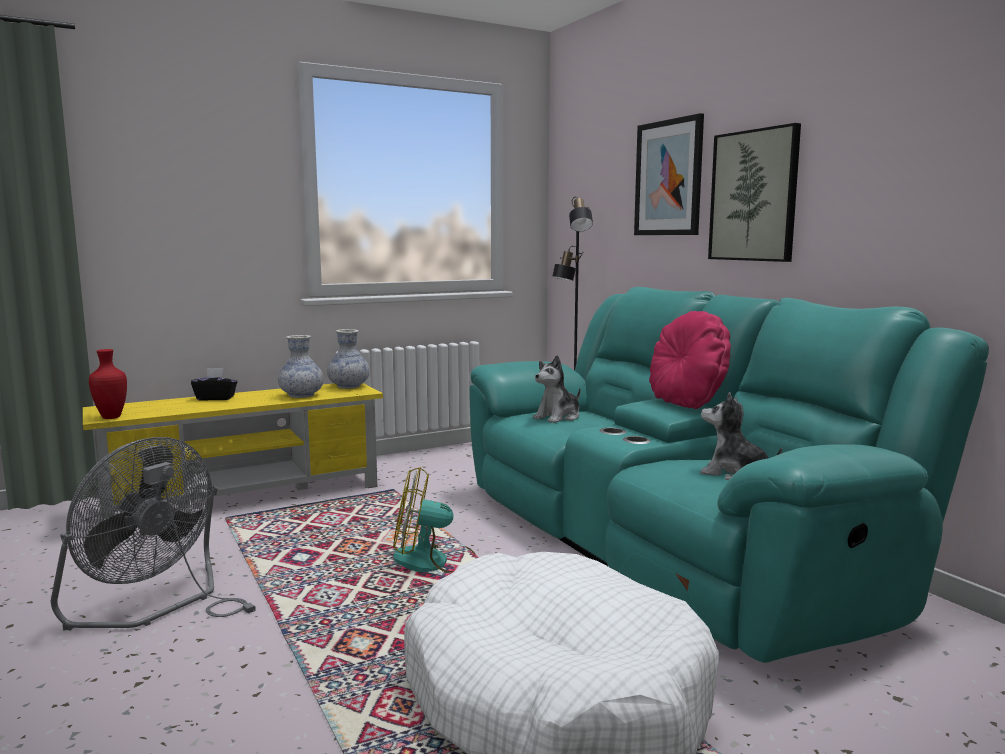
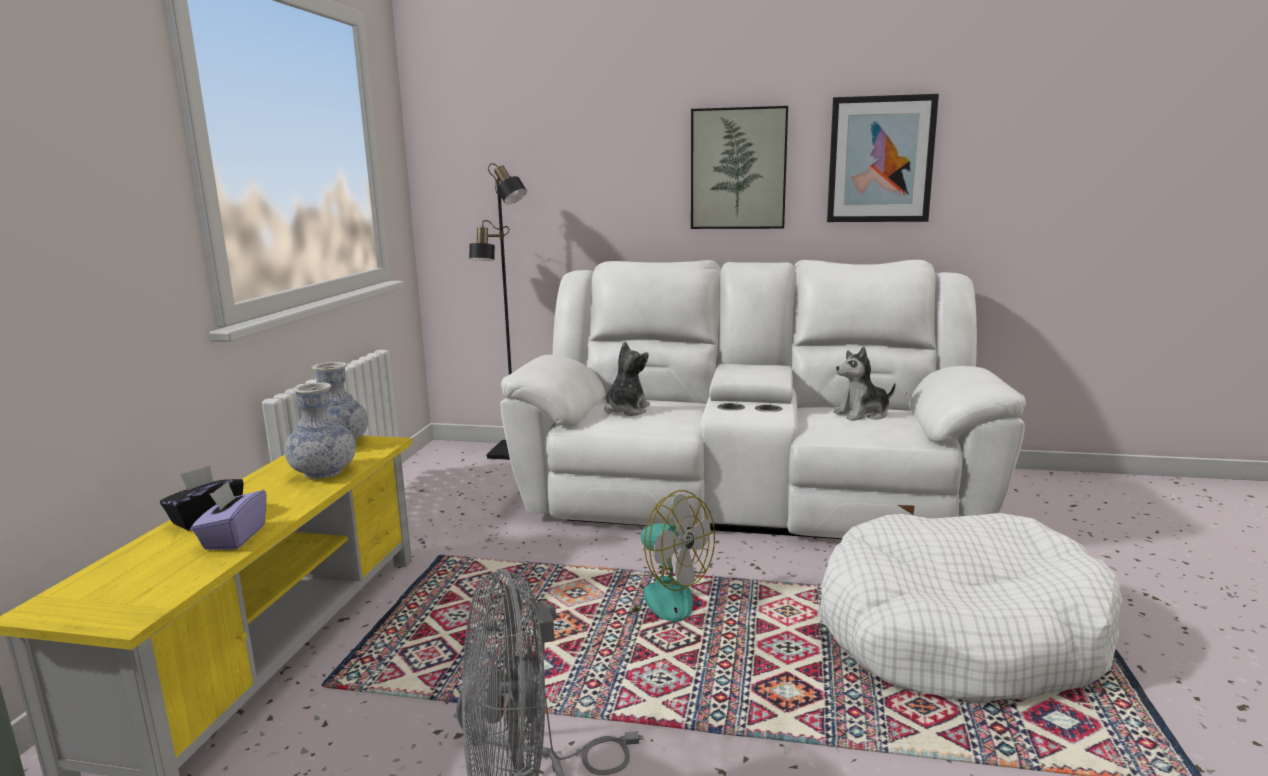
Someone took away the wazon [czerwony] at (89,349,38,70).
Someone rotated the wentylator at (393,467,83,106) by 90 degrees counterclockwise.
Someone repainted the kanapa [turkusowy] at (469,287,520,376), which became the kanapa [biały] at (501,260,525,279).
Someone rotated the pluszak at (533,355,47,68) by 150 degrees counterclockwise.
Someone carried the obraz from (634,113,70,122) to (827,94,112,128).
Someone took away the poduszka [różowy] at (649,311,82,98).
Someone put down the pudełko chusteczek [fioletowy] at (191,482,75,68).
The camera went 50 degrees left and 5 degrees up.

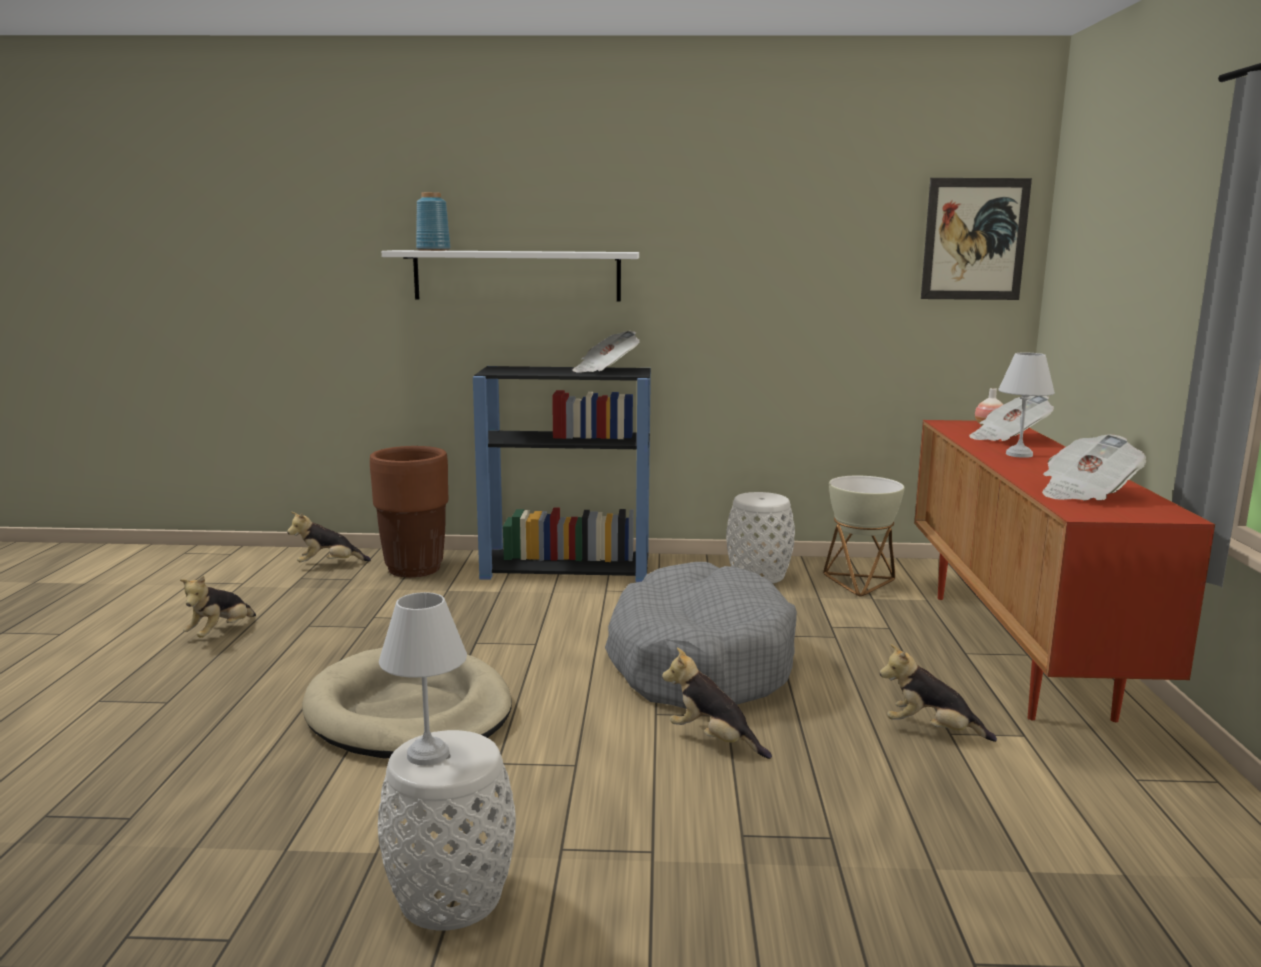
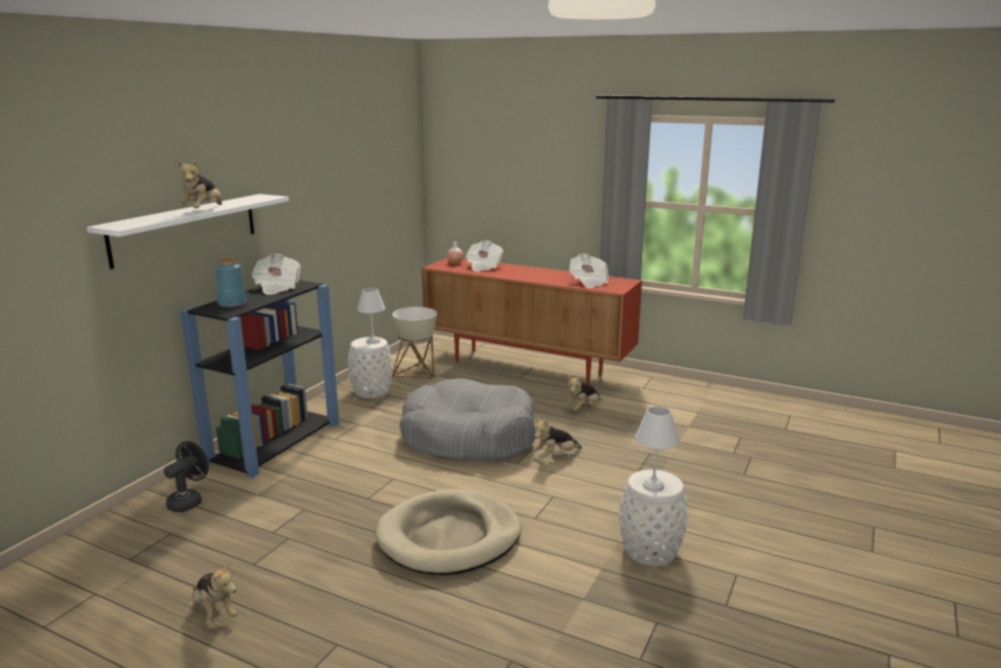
Someone carried the pluszak from (287,512,84,50) to (178,159,44,49).
Someone swapped the donica [brązowy] at (370,446,78,131) for the wentylator [czarny] at (164,441,45,71).
Someone carried the wazon [niebieski] from (416,192,35,59) to (215,258,32,49).
Someone took away the obraz at (921,178,111,122).
Someone carried the lampa stołowa [biały] from (998,353,57,105) to (357,288,28,56).
The camera went 65 degrees left and 5 degrees up.

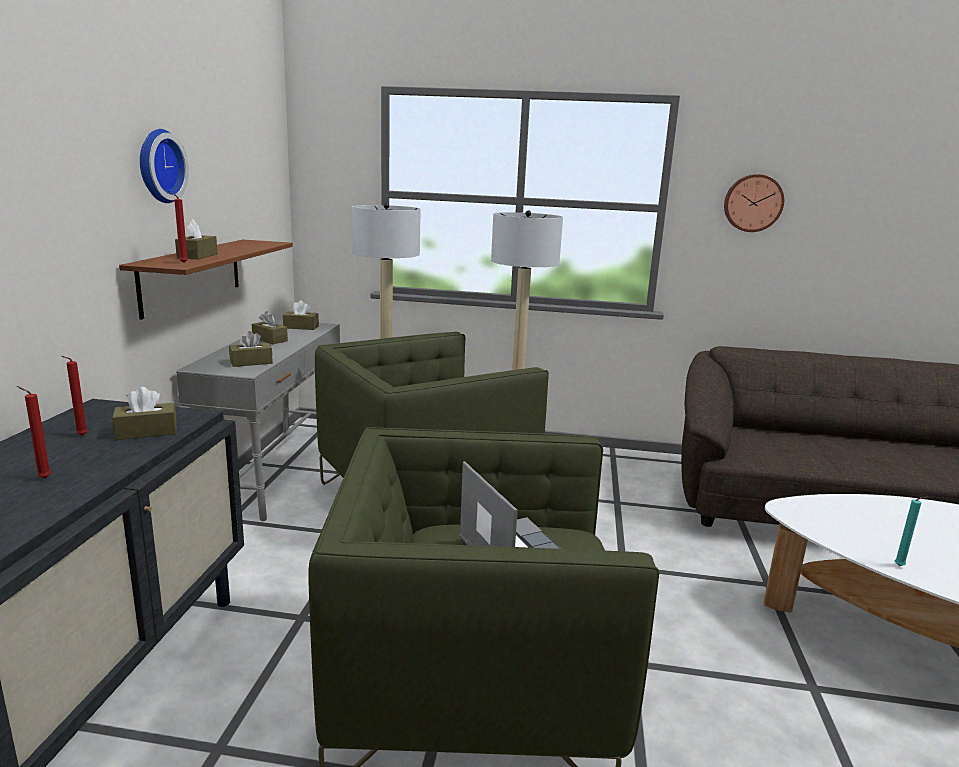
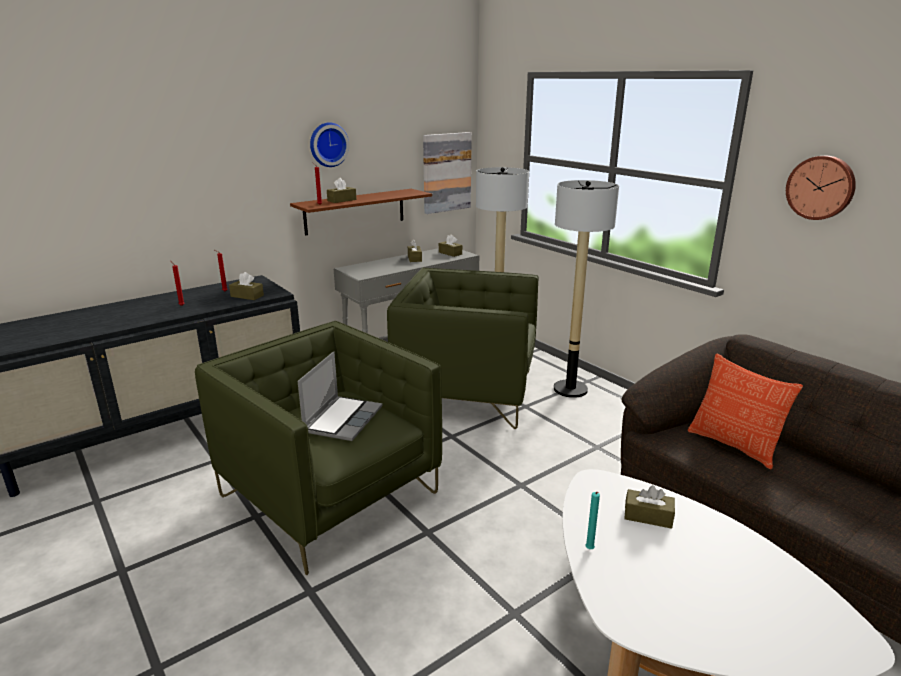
Someone carried the pudełko chusteczek [brązowy] from (229,331,44,36) to (624,485,51,44).
Someone put up the obraz at (423,132,49,82).
Someone put down the poduszka [pomarańczowy] at (688,353,115,116).
The camera went 45 degrees right and 5 degrees up.

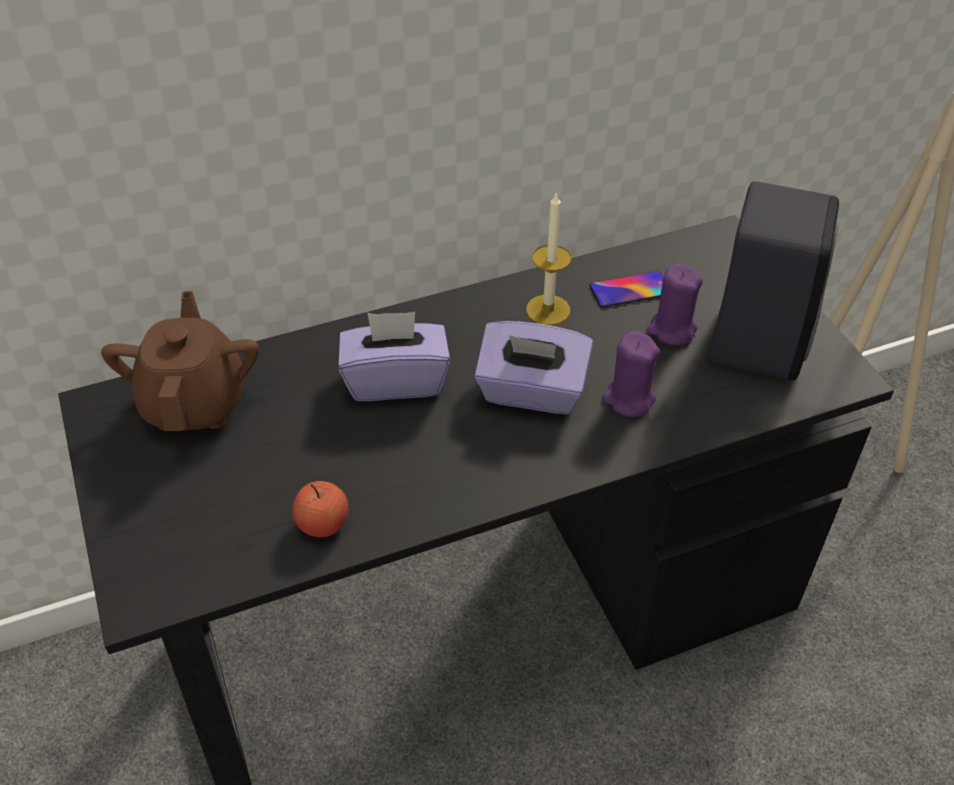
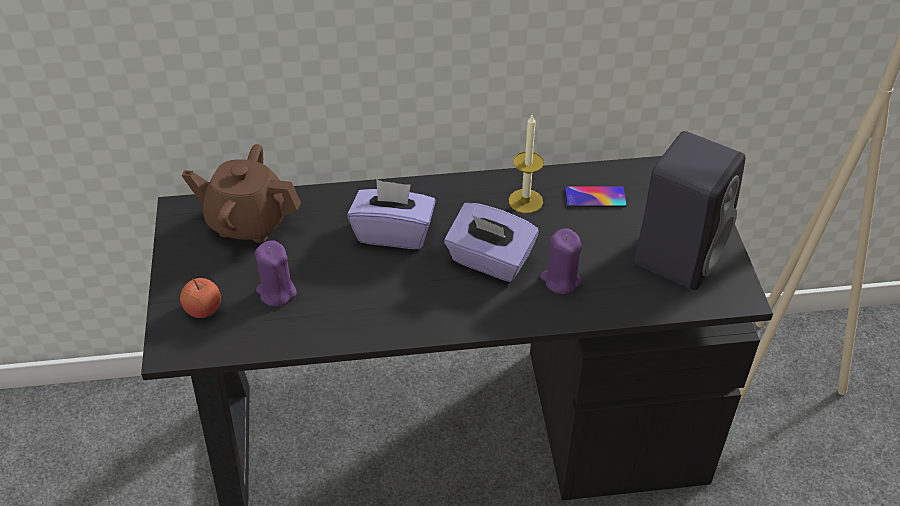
Someone rotated the imbryk [brązowy] at (101,291,158,140) by 90 degrees counterclockwise.
Someone carried the jabłko from (292,481,56,56) to (180,278,41,40).
Someone carried the świeca [fioletowy] from (647,263,56,82) to (255,240,42,66).
The camera went 15 degrees right and 0 degrees up.

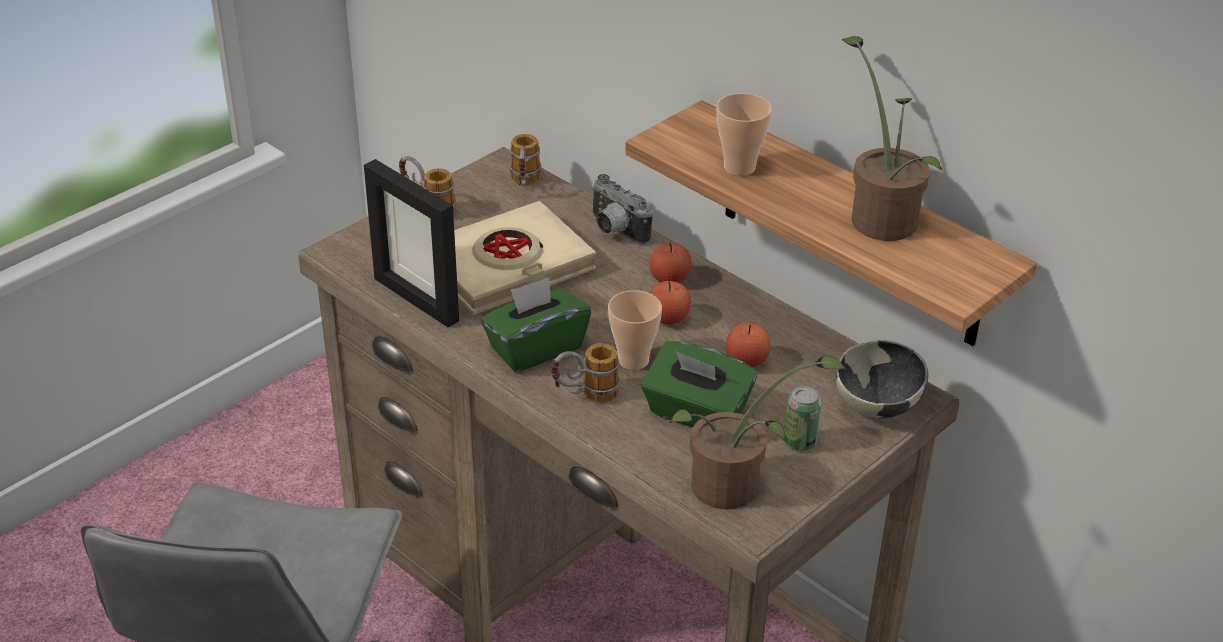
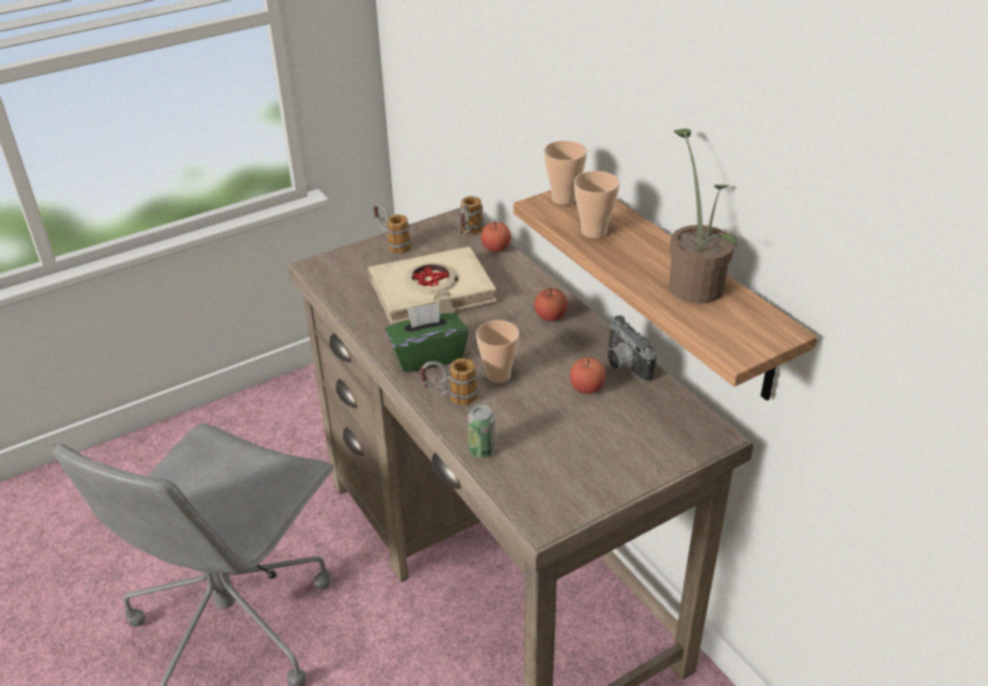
Someone took away the ramka na zdjęcie at (364,159,95,169).
Someone carried the aparat fotograficzny from (591,174,62,71) to (607,316,50,66).
Someone took away the pudełko chusteczek [zielony] at (641,341,116,87).
Someone carried the jabłko from (650,281,41,44) to (481,221,30,31).
Someone took away the roślina doniczkowa at (670,355,177,155).
Someone carried the puszka from (784,386,38,65) to (467,405,29,53).
Someone took away the miska at (835,340,93,78).
Someone put down the filiżanka at (544,141,43,64).
The camera went 15 degrees right and 0 degrees up.

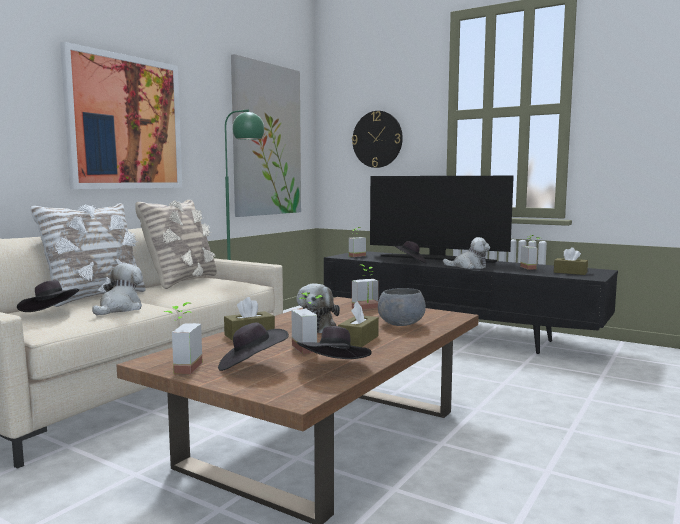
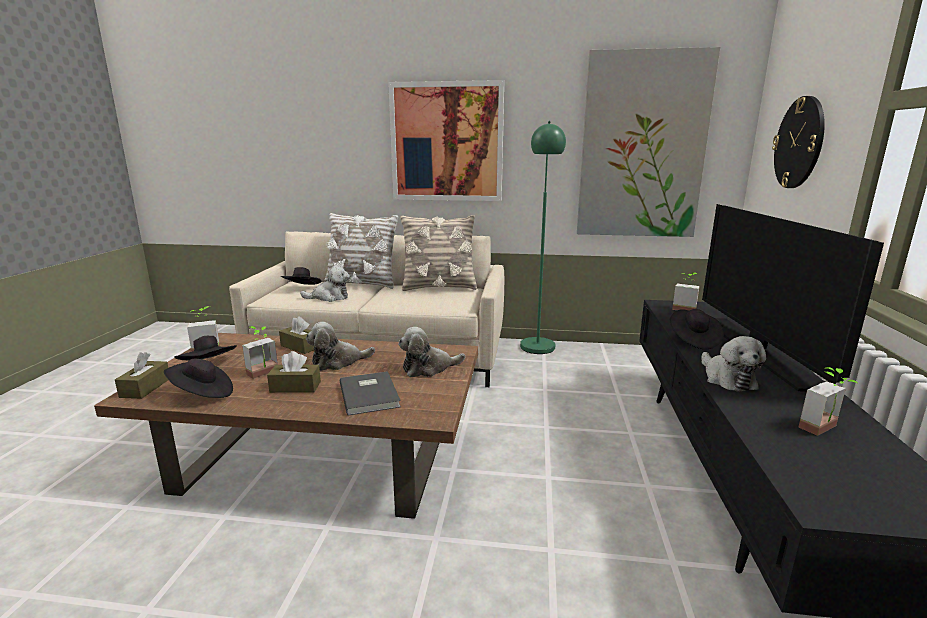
Someone swapped the roślina doniczkowa at (352,264,27,46) for the pluszak at (398,327,67,50).
Someone swapped the miska [szary] at (378,288,48,38) for the książka [szary] at (340,371,61,45).
Someone carried the pudełko chusteczek [brązowy] from (554,247,34,28) to (115,352,53,47).
The camera went 65 degrees right and 10 degrees up.

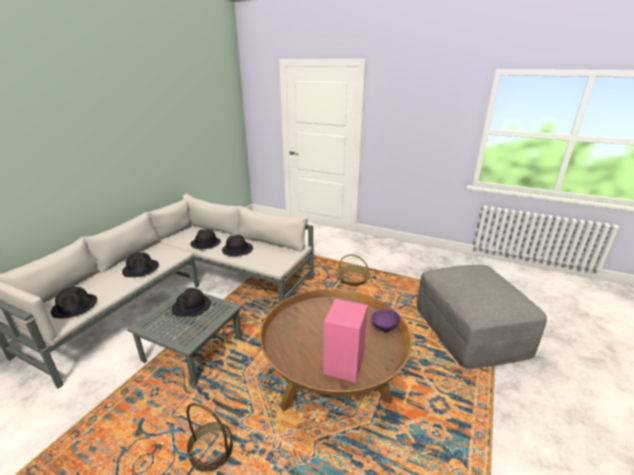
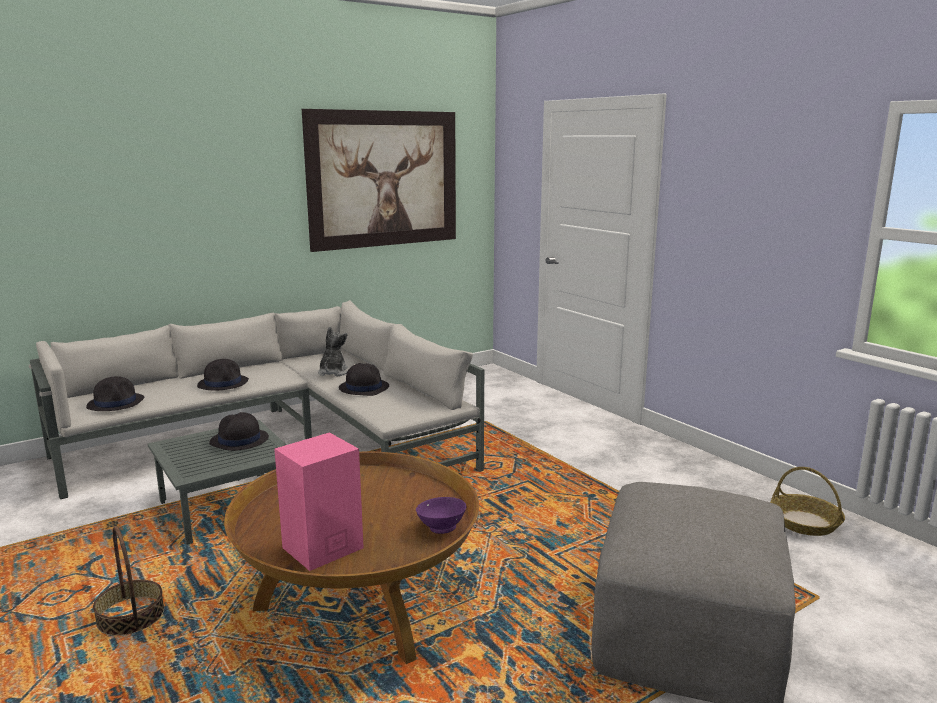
Someone swapped the kapelusz [czarny] at (190,229,31,20) for the pluszak at (318,326,30,50).
Someone carried the koszyk from (337,254,33,32) to (770,467,75,69).
Someone put up the obraz at (302,109,154,143).
The camera went 30 degrees right and 10 degrees down.

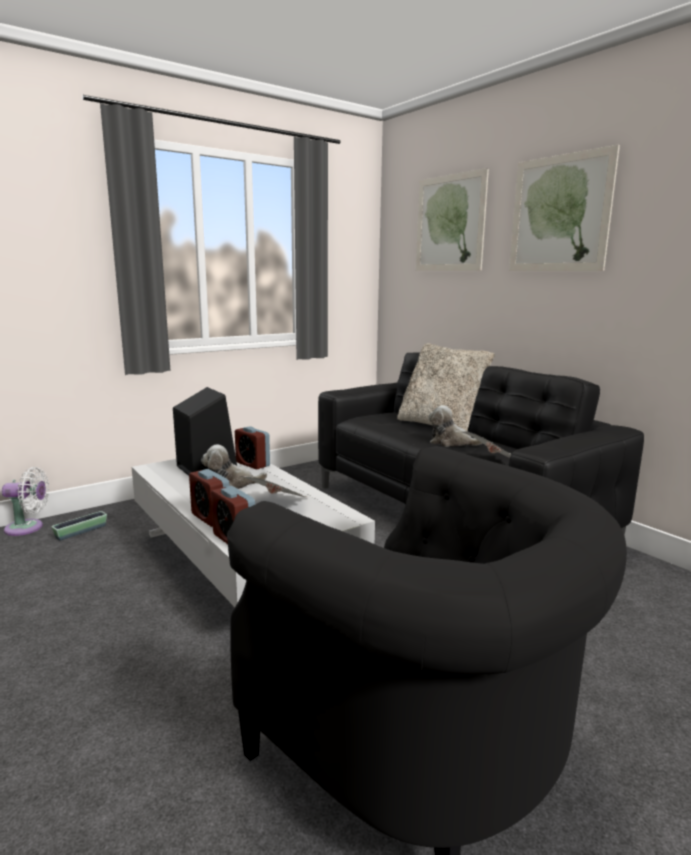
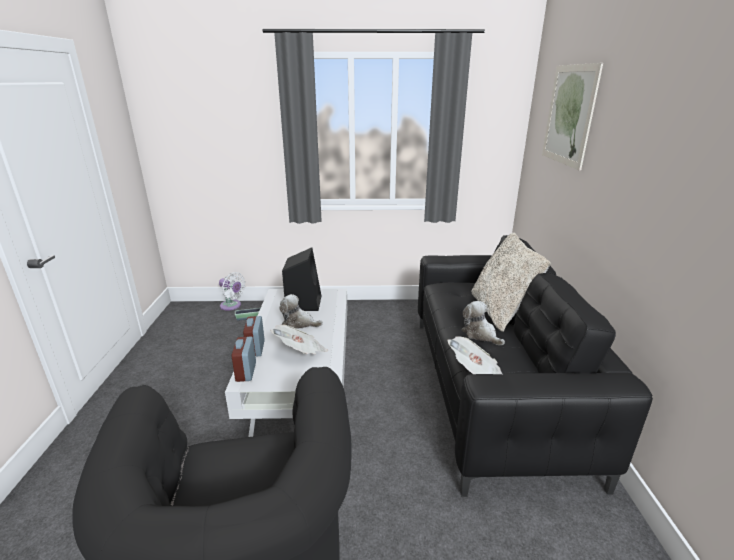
Someone took away the budzik at (235,426,35,43).
Someone took away the obraz at (509,145,111,126).
The camera went 35 degrees right and 10 degrees up.

